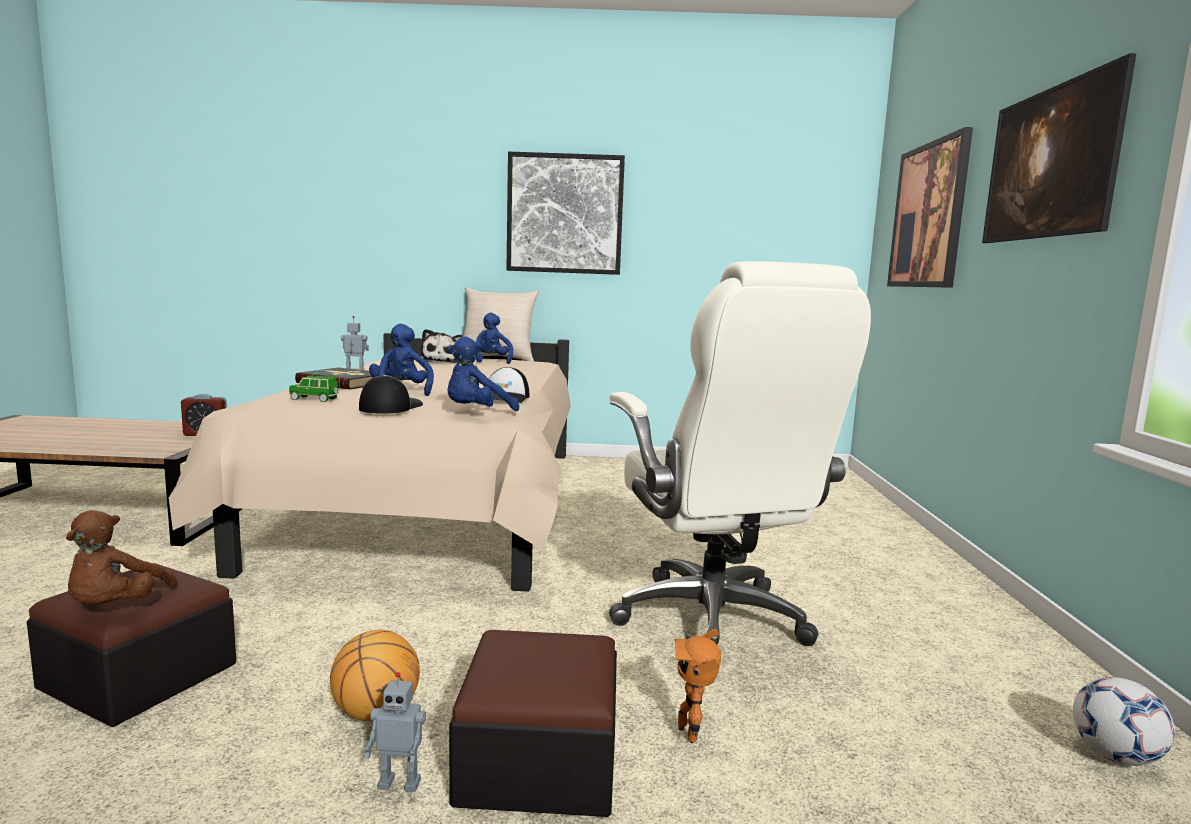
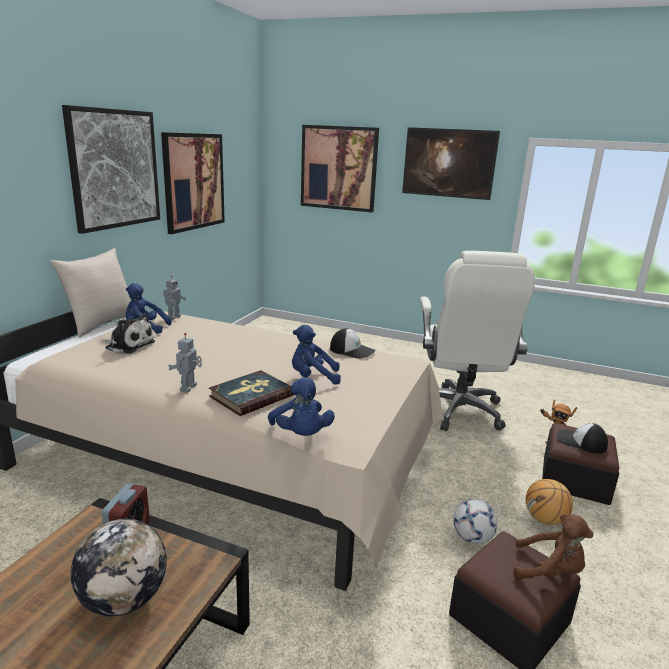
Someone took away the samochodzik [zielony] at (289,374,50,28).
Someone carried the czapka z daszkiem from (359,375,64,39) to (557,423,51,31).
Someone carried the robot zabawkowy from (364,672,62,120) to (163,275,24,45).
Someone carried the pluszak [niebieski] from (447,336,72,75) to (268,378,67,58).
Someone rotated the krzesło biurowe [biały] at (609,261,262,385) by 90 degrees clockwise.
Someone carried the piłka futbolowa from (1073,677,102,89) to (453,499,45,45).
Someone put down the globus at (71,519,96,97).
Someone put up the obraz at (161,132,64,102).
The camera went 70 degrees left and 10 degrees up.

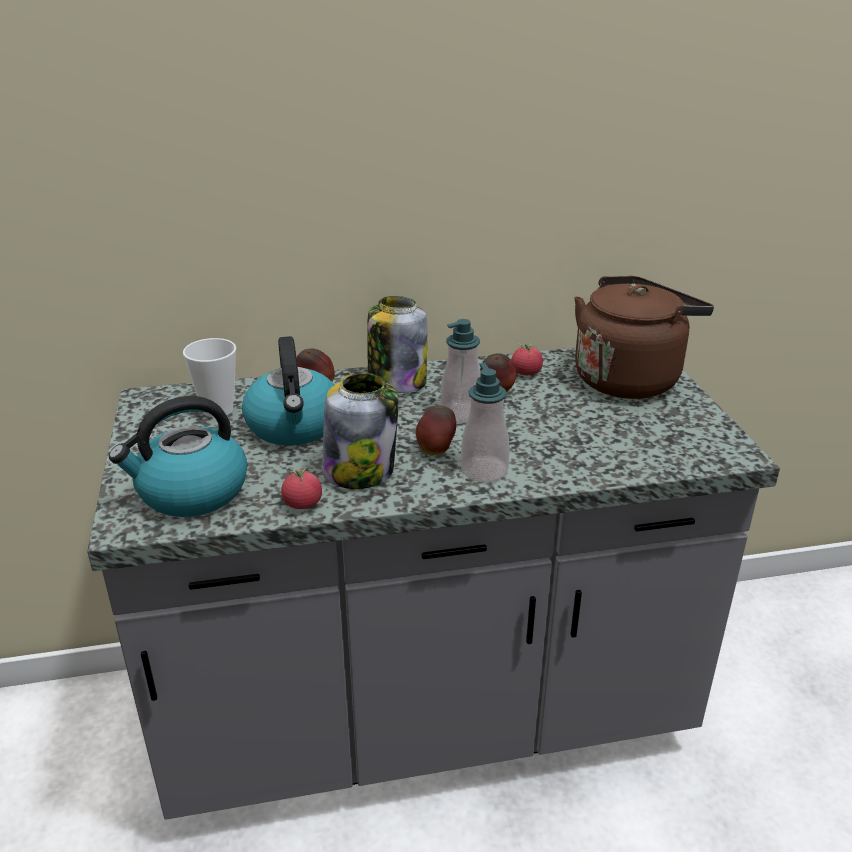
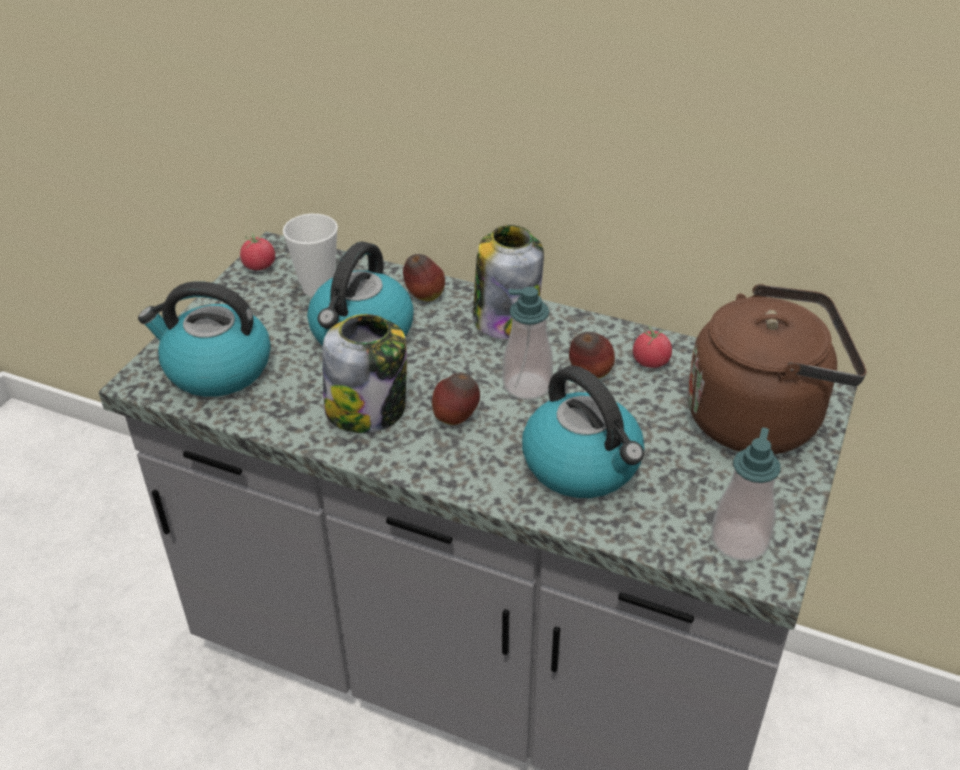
Someone carried the pomidor from (281,467,41,42) to (240,232,35,38).
Someone carried the dozownik mydła from (461,363,48,120) to (712,427,69,134).
Someone put down the czajnik at (522,366,122,132).
The camera went 35 degrees right and 10 degrees up.

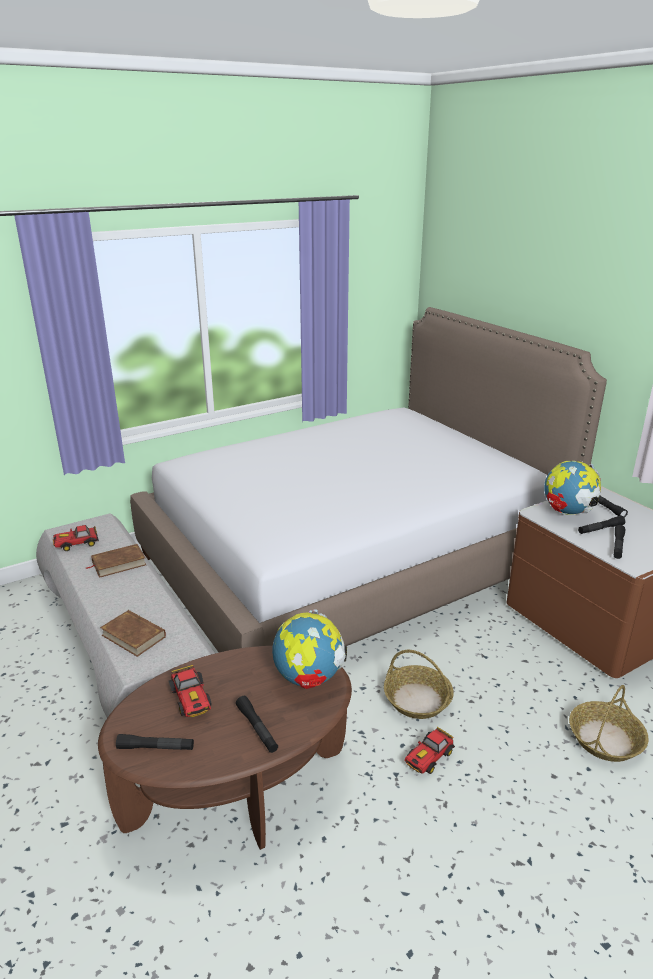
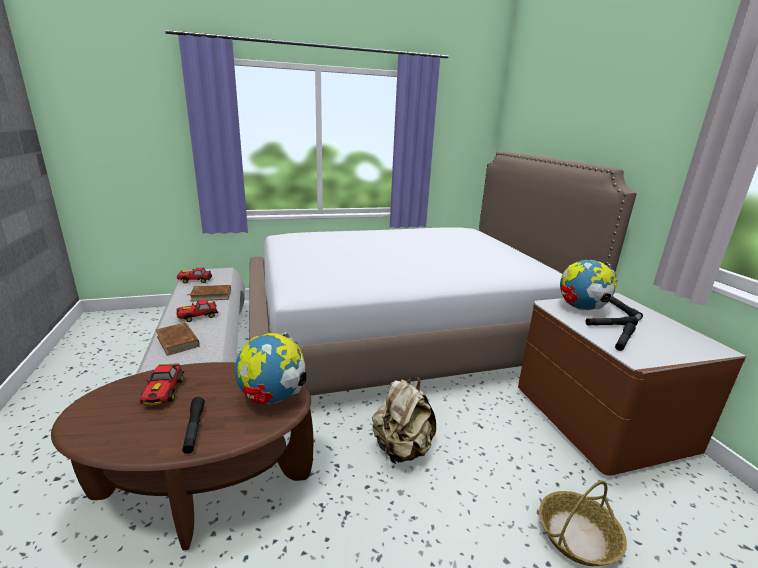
Someone took away the latarka [czarny] at (116,734,78,16).
Someone swapped the koszyk at (384,650,70,69) for the plecak [beżowy] at (372,377,64,87).
Someone carried the samochodzik from (405,727,50,47) to (176,300,42,22).
The camera went 15 degrees right and 5 degrees down.

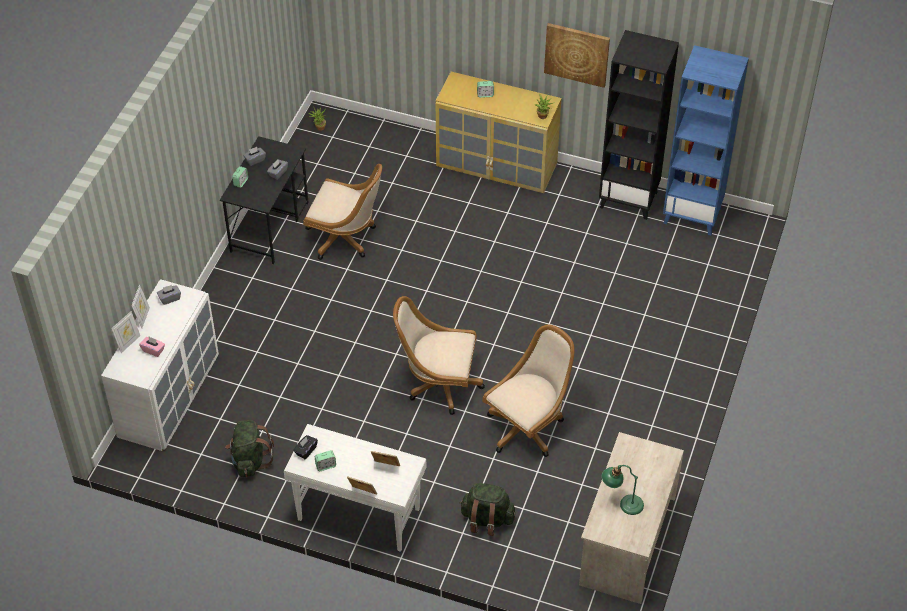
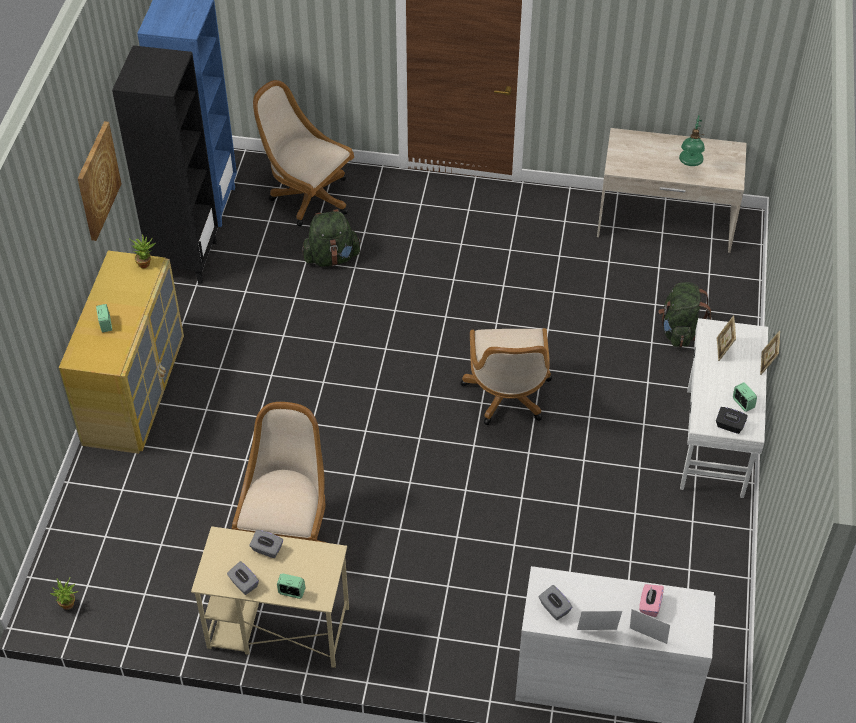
Someone repainted the biurko [czarny] at (220,136,88,128), which became the biurko [beżowy] at (191,526,158,142).
Someone carried the plecak [zielony] from (225,420,49,57) to (302,209,59,58).
Someone carried the krzesło biurowe from (482,324,92,133) to (253,80,101,146).
The camera went 100 degrees left and 0 degrees up.

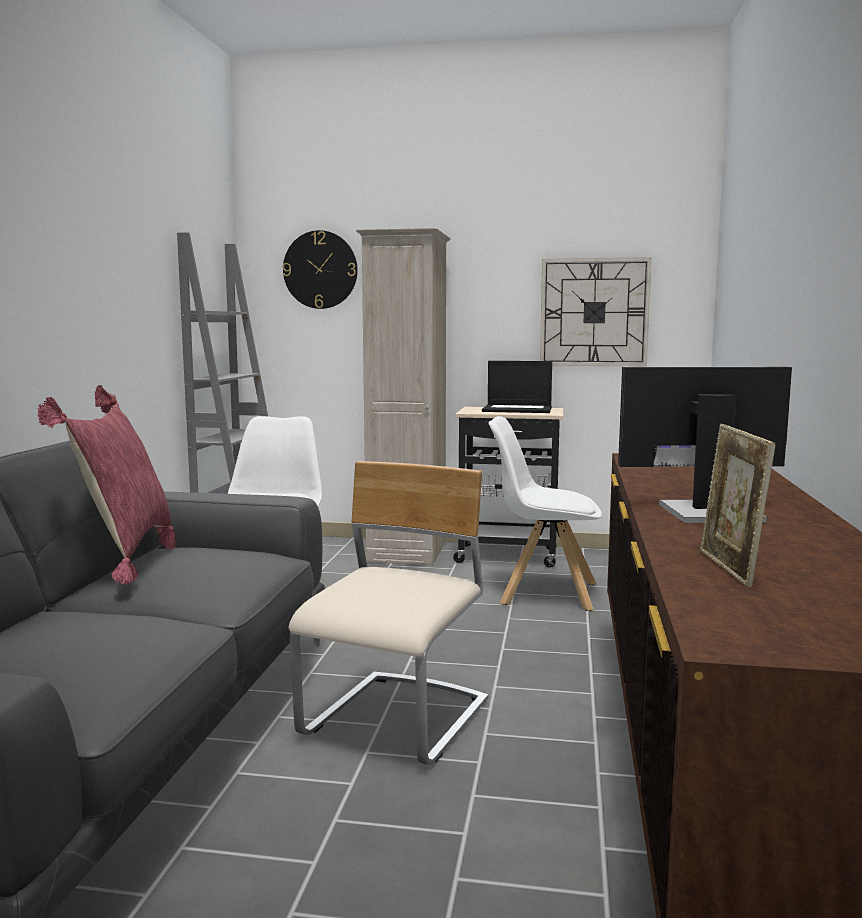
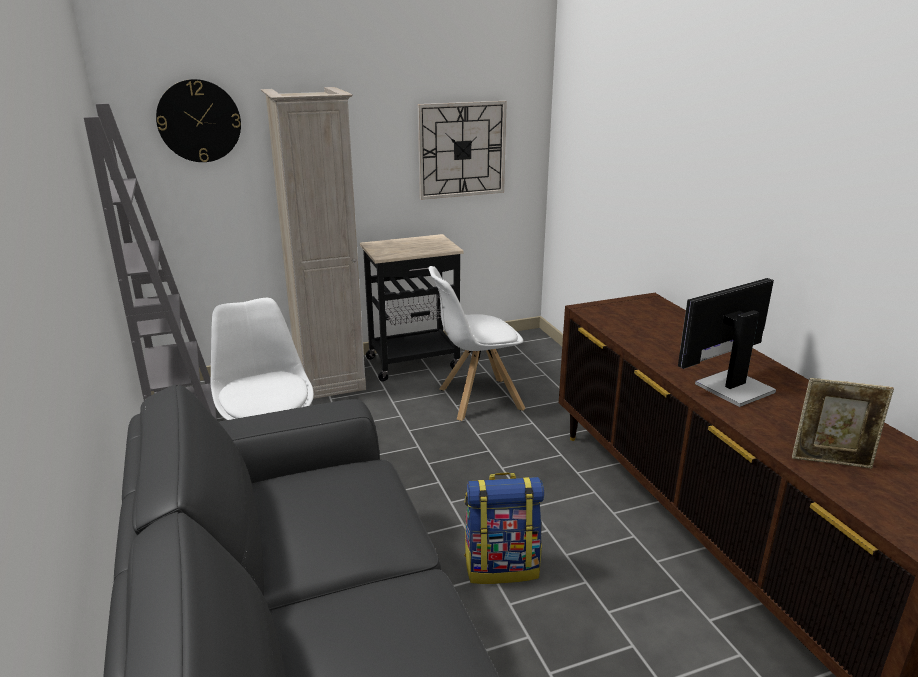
Someone took away the poduszka [czerwony] at (37,385,140,201).
Someone swapped the krzesło [beżowy] at (289,461,199,304) for the plecak at (464,473,80,111).
Someone took away the laptop at (482,361,70,52).
Someone rotated the ramka na zdjęcie at (700,424,76,163) by 45 degrees counterclockwise.
The camera went 30 degrees left and 15 degrees up.

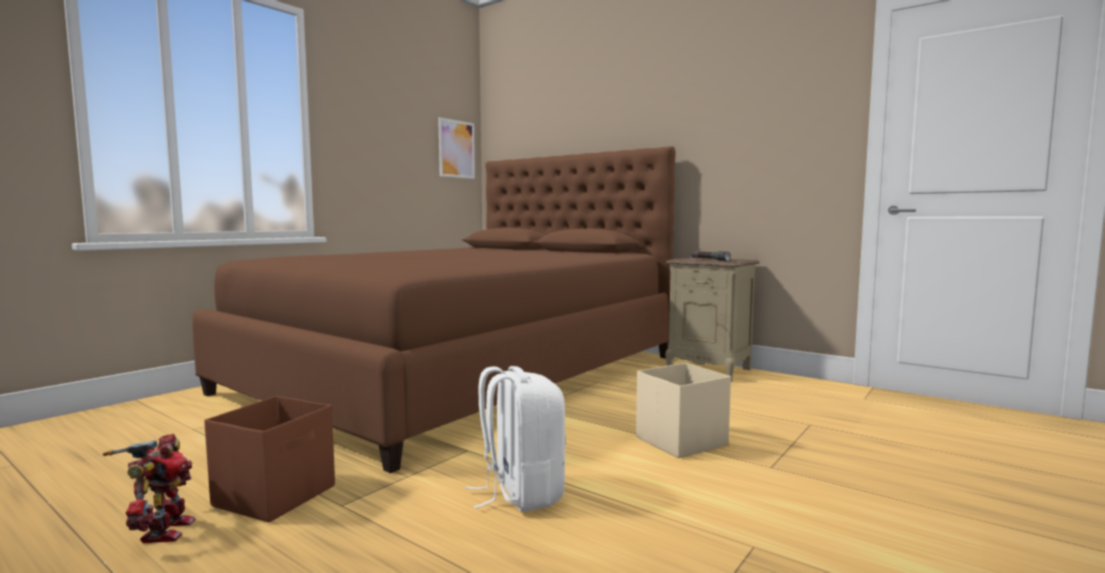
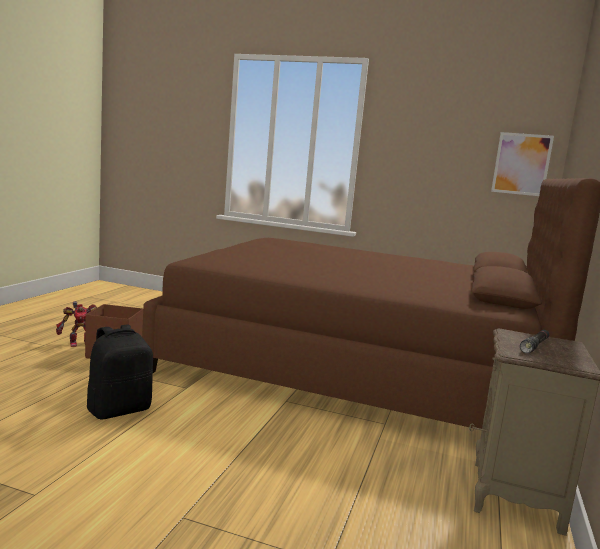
Someone repainted the plecak [biały] at (465,366,101,146), which became the plecak [czarny] at (87,324,66,95).
Someone took away the pojemnik do przechowywania [beżowy] at (636,363,95,95).
The camera went 70 degrees right and 5 degrees up.

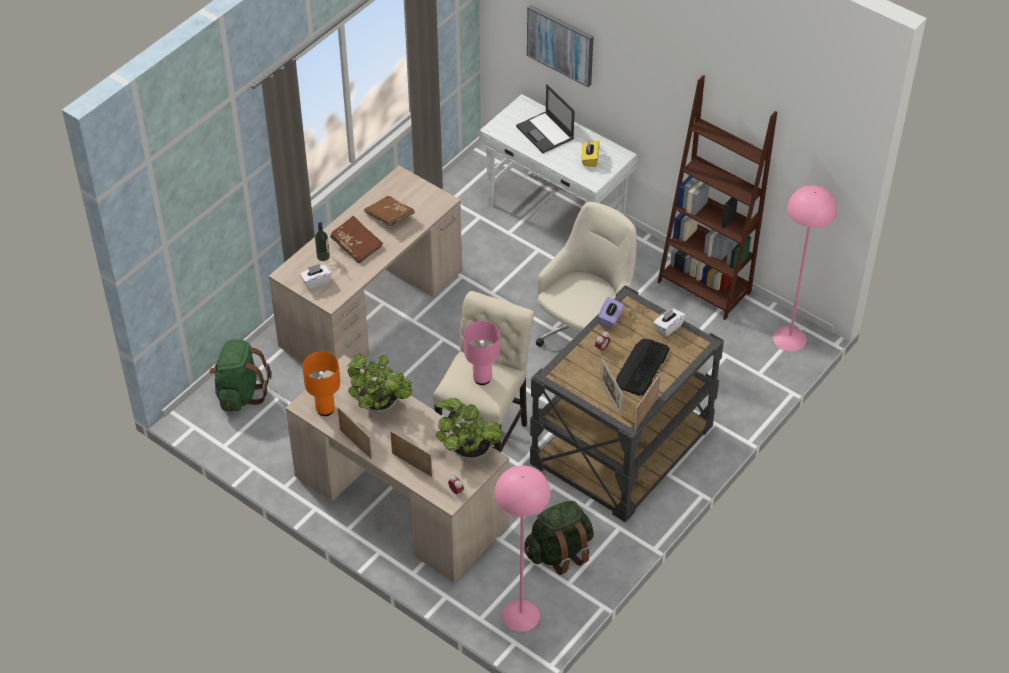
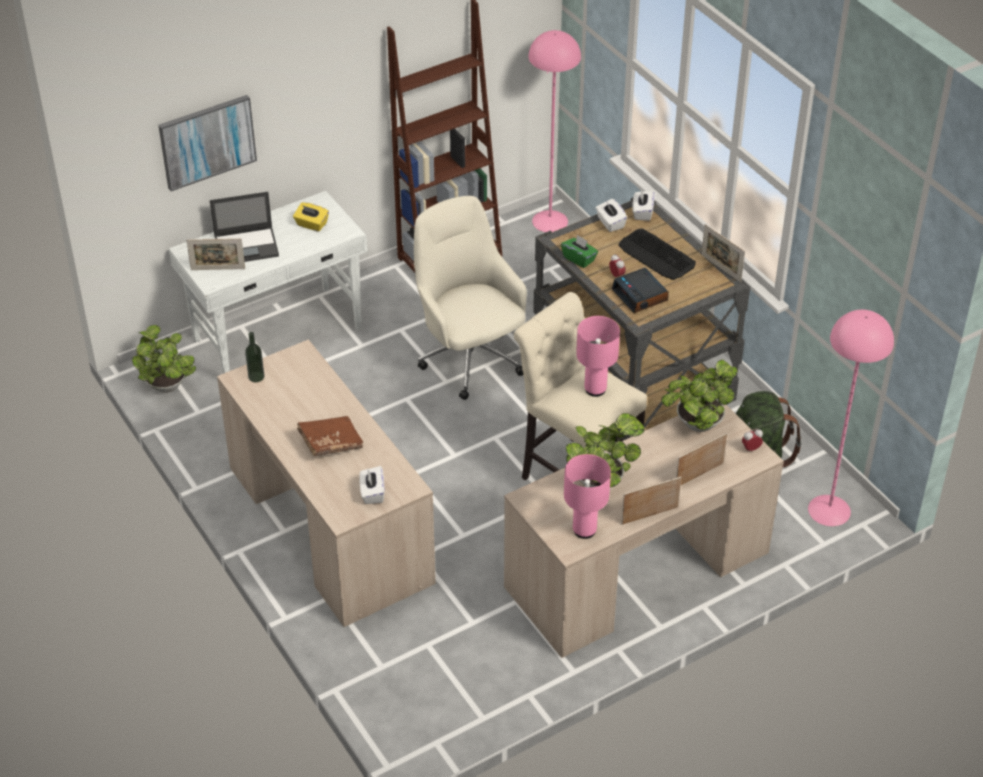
Someone took away the plecak [zielony] at (209,339,63,72).
Someone repainted the lampa stołowa [pomarańczowy] at (302,351,38,65), which became the lampa stołowa [różowy] at (564,454,47,85).
Someone carried the butelka from (315,222,15,39) to (245,332,19,51).
Someone took away the książka [brązowy] at (364,196,51,31).
Someone repainted the pudełko chusteczek [fioletowy] at (598,297,26,32), which became the pudełko chusteczek [zielony] at (561,235,37,33).
Someone carried the ramka na zdjęcie from (600,358,23,59) to (186,238,59,32).
Someone put down the roślina doniczkowa at (132,325,64,68).
Someone put down the budzik at (612,268,57,45).
Someone put down the pudełko chusteczek [biały] at (632,190,23,31).
The camera went 70 degrees left and 5 degrees down.

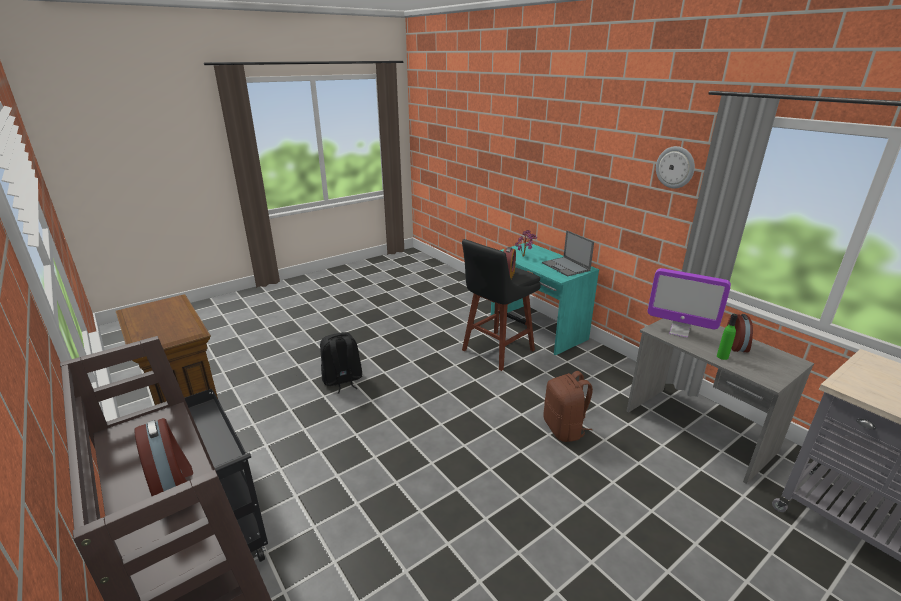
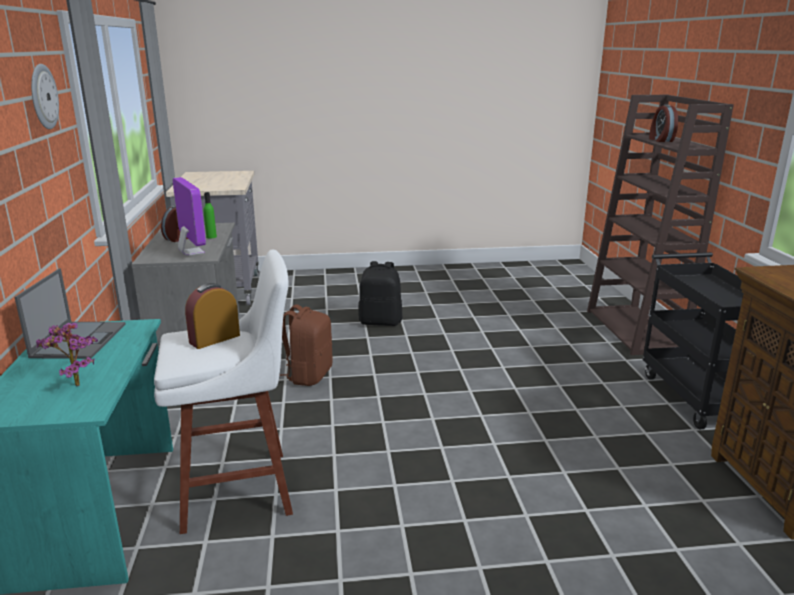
Someone carried the plecak [czarny] from (320,332,42,62) to (358,261,44,65).
Someone repainted the stołek [czarny] at (462,239,79,132), which became the stołek [biały] at (154,249,139,285).
The camera went 150 degrees left and 5 degrees down.

